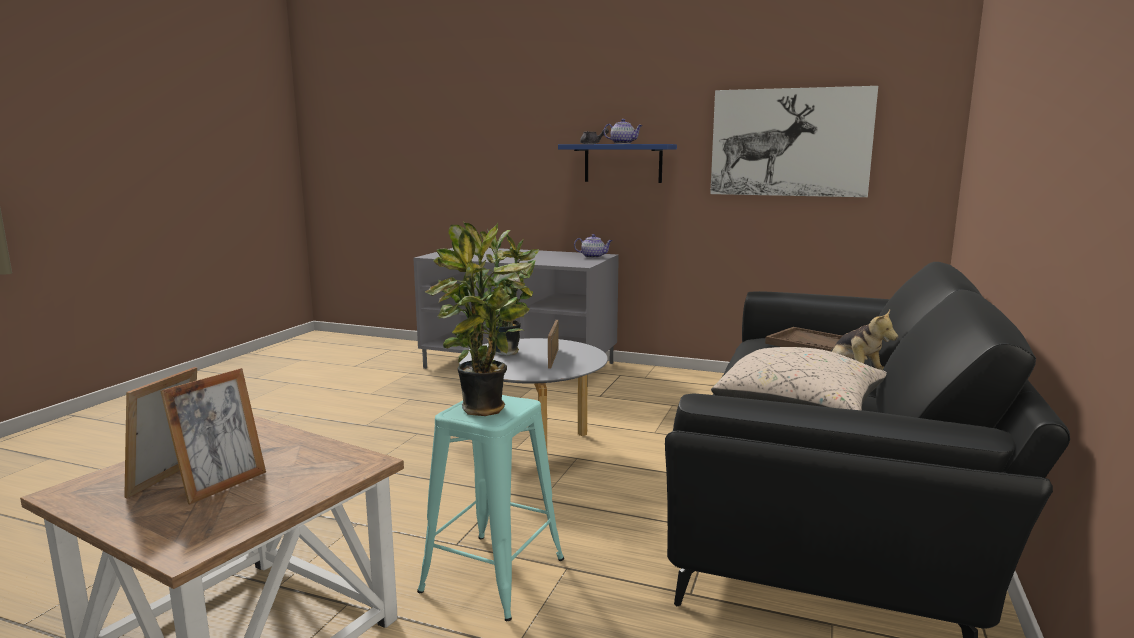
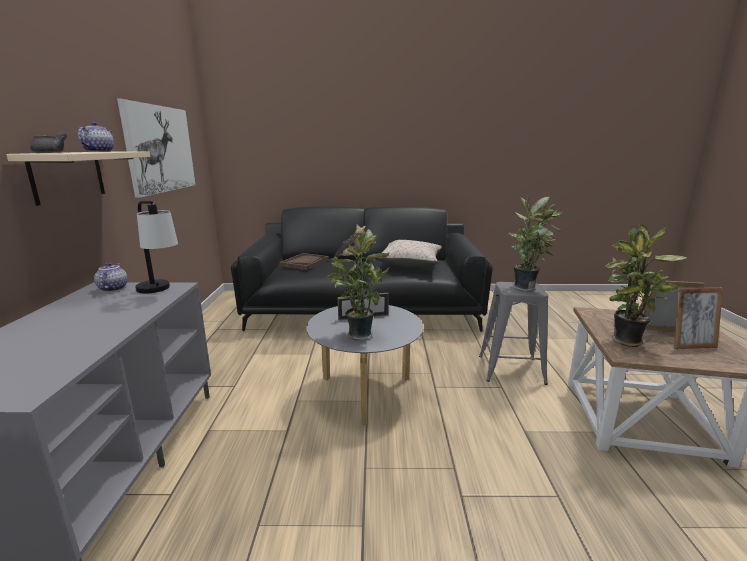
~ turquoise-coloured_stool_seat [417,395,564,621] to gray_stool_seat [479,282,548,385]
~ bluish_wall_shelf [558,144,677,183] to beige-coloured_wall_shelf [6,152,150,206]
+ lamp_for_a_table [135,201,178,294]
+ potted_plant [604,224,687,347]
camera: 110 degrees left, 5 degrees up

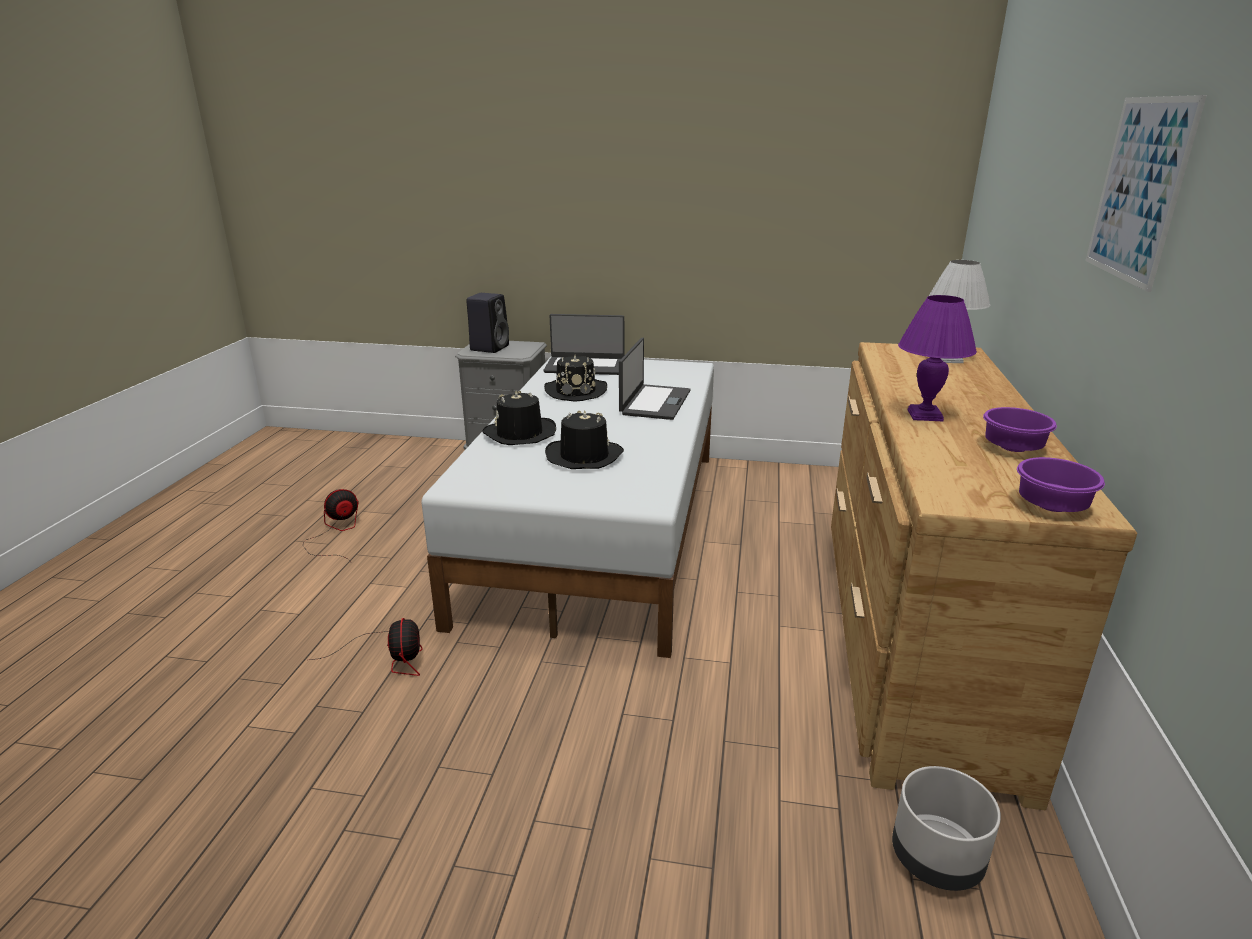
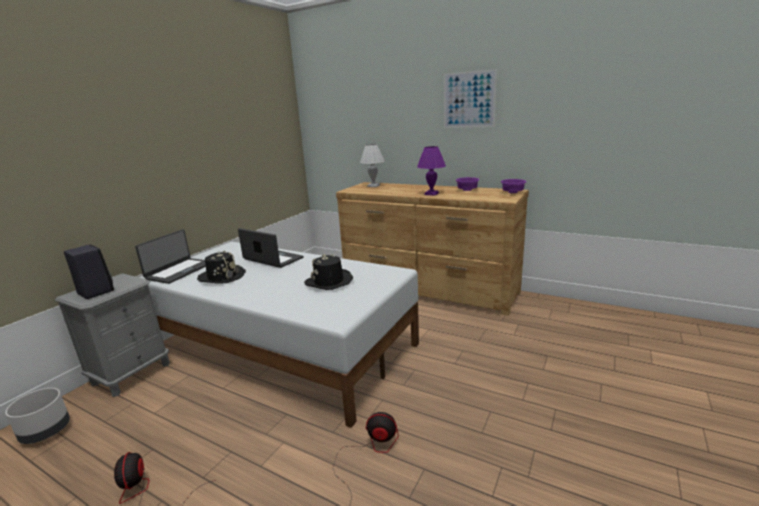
- black-coloured_wearable_hat [482,391,556,445]
~ gray_flower_pot [892,766,1001,891] to [5,388,70,444]
camera: 70 degrees left, 5 degrees down

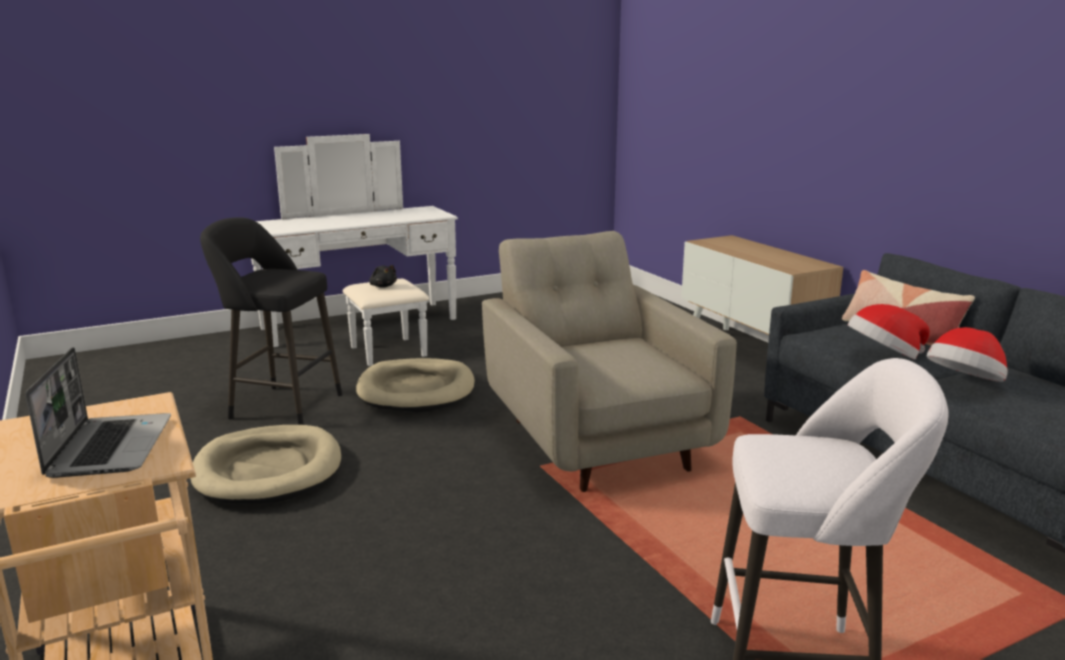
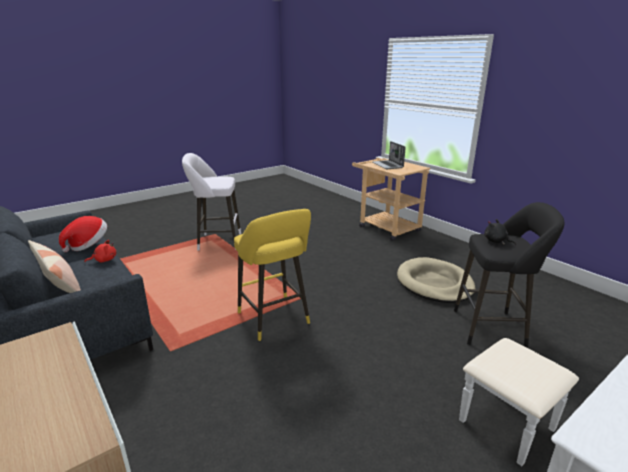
- beige-coloured_dog_cushion [356,358,475,412]
~ black-coloured_soft_toy [369,265,397,288] to [484,219,516,245]
~ beige-coloured_easy_chair [482,231,737,492] to yellow_stool_seat [234,209,311,341]
~ wearable_hat [848,304,930,360] to red_soft_toy [84,240,117,263]
camera: 170 degrees right, 5 degrees up

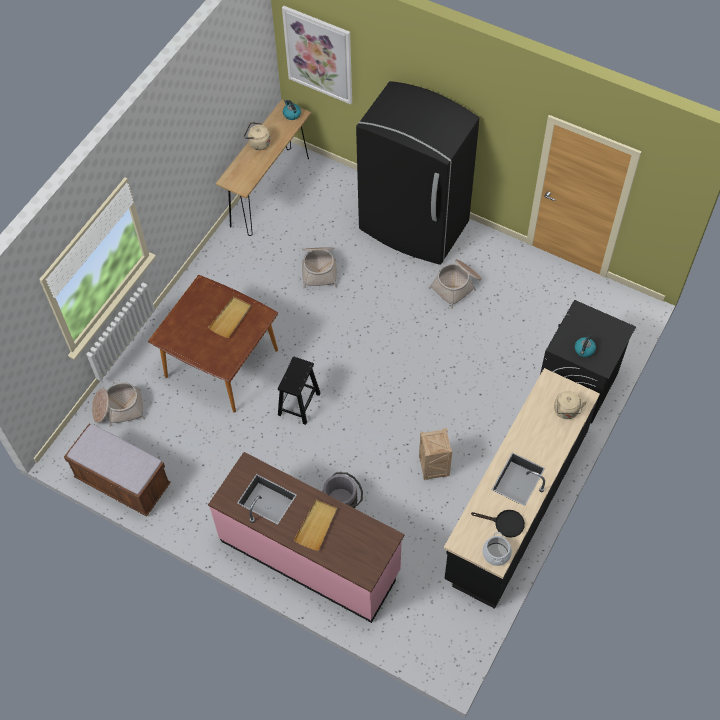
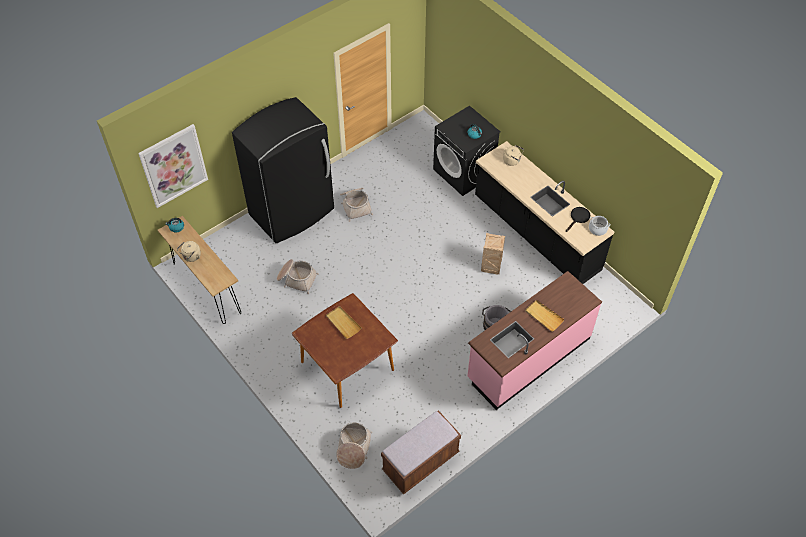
- black-coloured_stool_seat [278,357,321,425]
camera: 70 degrees left, 5 degrees down

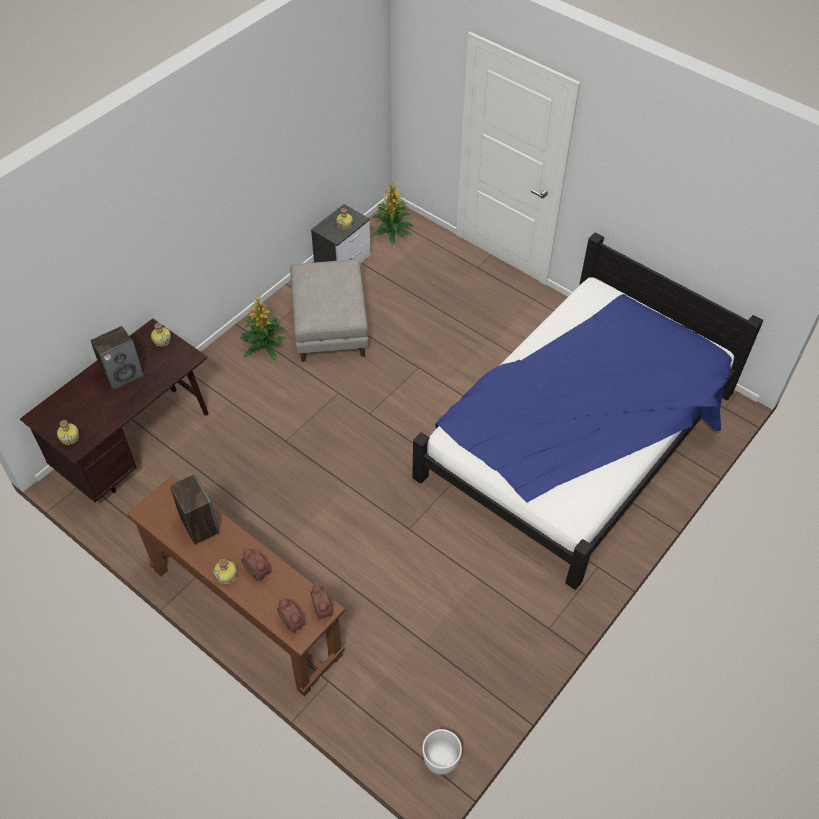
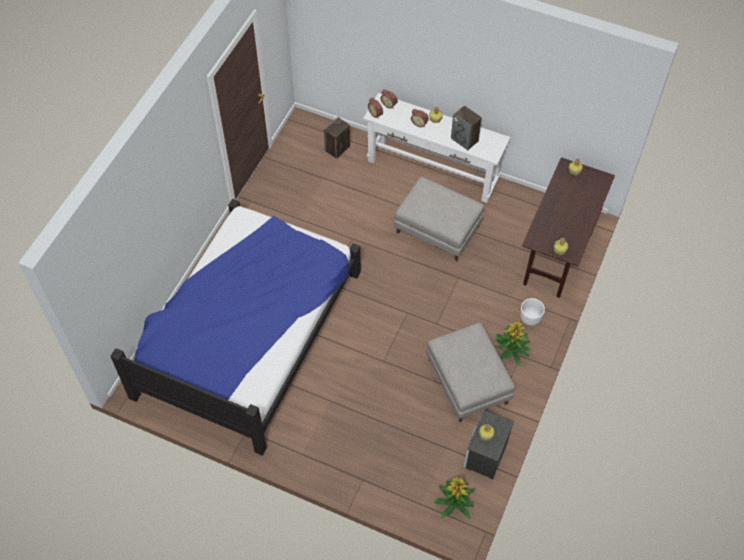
~ audio_speaker [90,326,144,390] to [324,117,350,159]
~ brown_hall_table [127,475,345,697] to white_hall_table [363,93,510,203]
~ white_flower_pot [422,729,462,775] to [520,298,545,326]
+ gray_pouffe [394,177,484,261]
camera: 165 degrees right, 5 degrees up

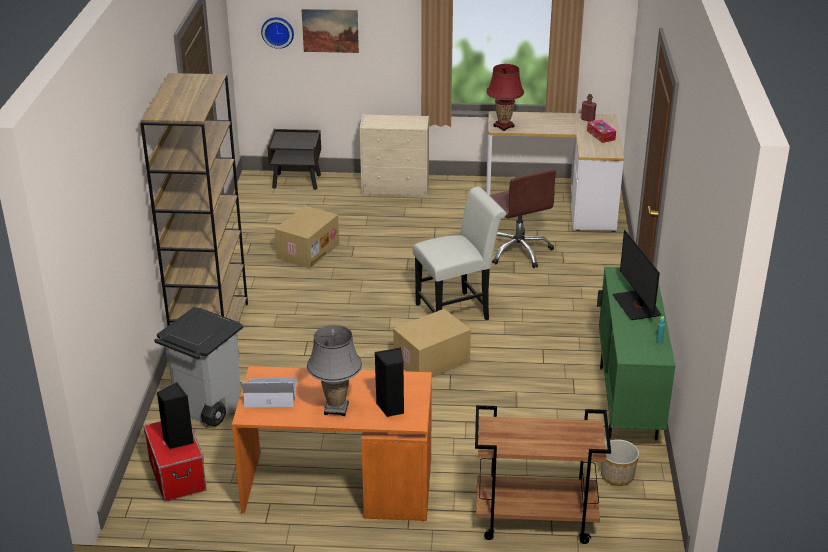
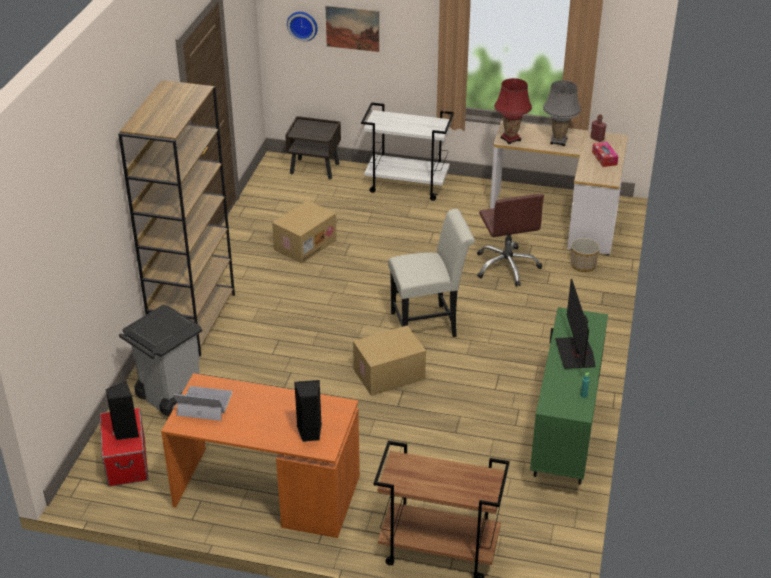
~ gray_lamp_for_a_table [307,325,362,416] to [543,80,581,146]
~ beige-coloured_dresser [360,114,429,197] to white_trolley [361,102,454,201]
~ flower_pot [601,439,639,486] to [571,238,600,272]
camera: 10 degrees right, 5 degrees up

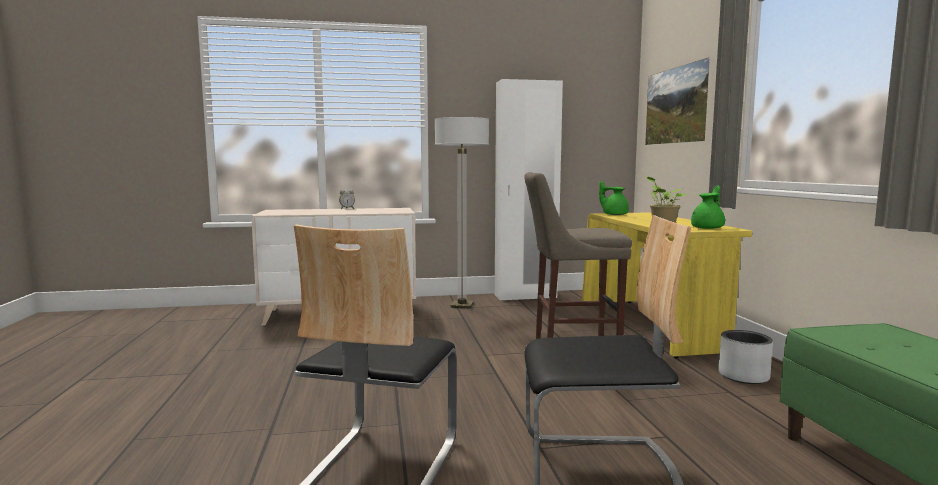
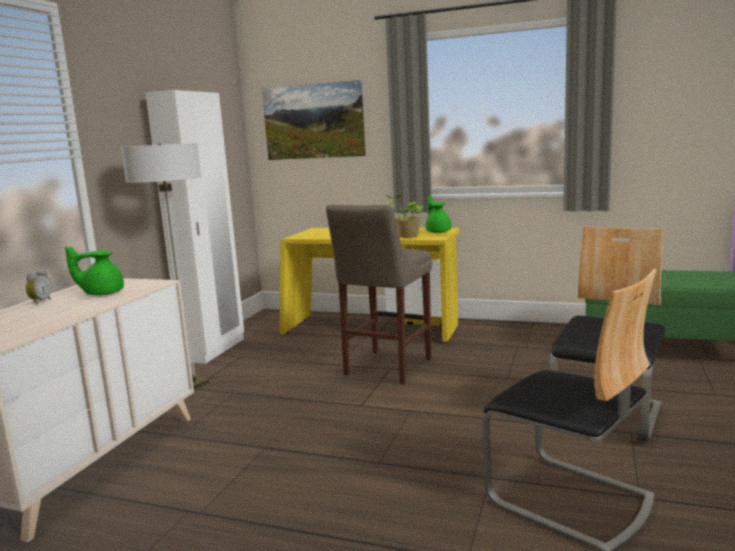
~ green_tea_pot [599,181,629,215] to [65,246,124,295]
- gray_flower_pot [718,330,773,384]
camera: 60 degrees left, 5 degrees up

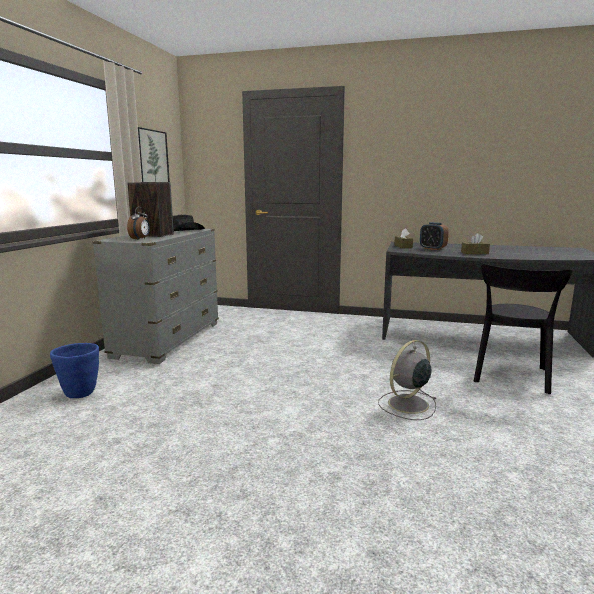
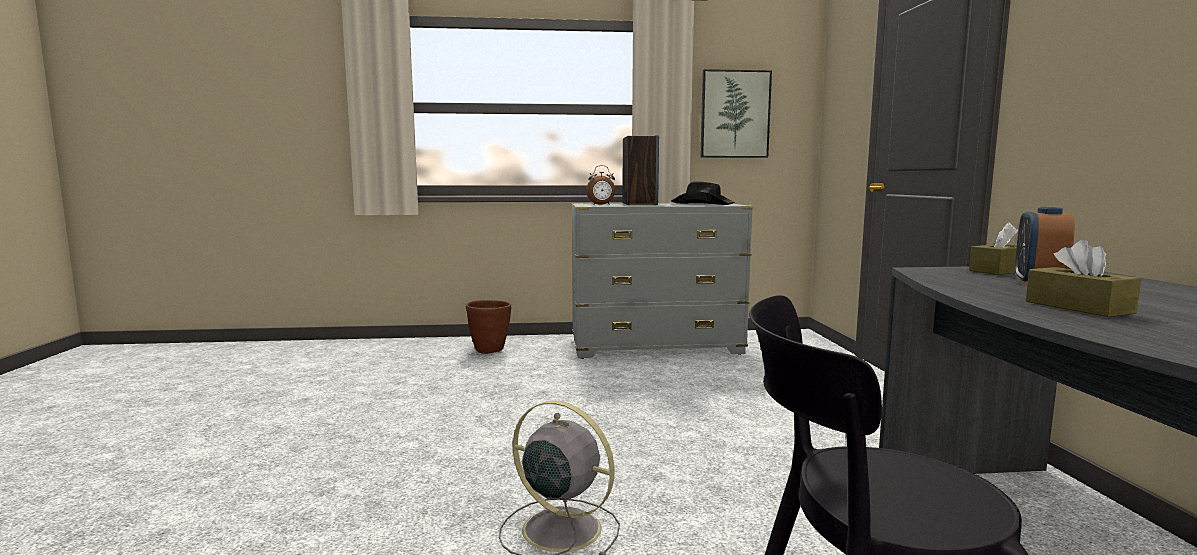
~ bluish_flower_pot [50,343,99,398] to brown_flower_pot [466,300,511,354]
camera: 70 degrees right, 5 degrees down

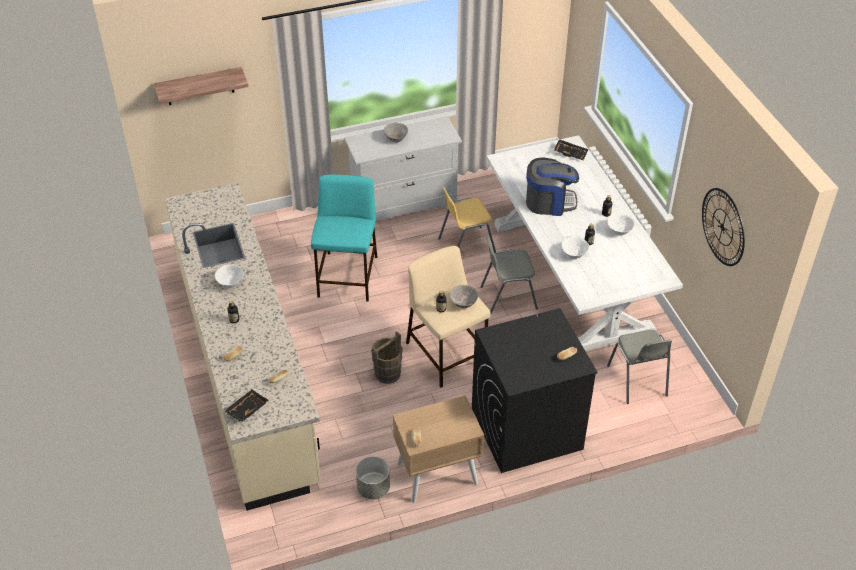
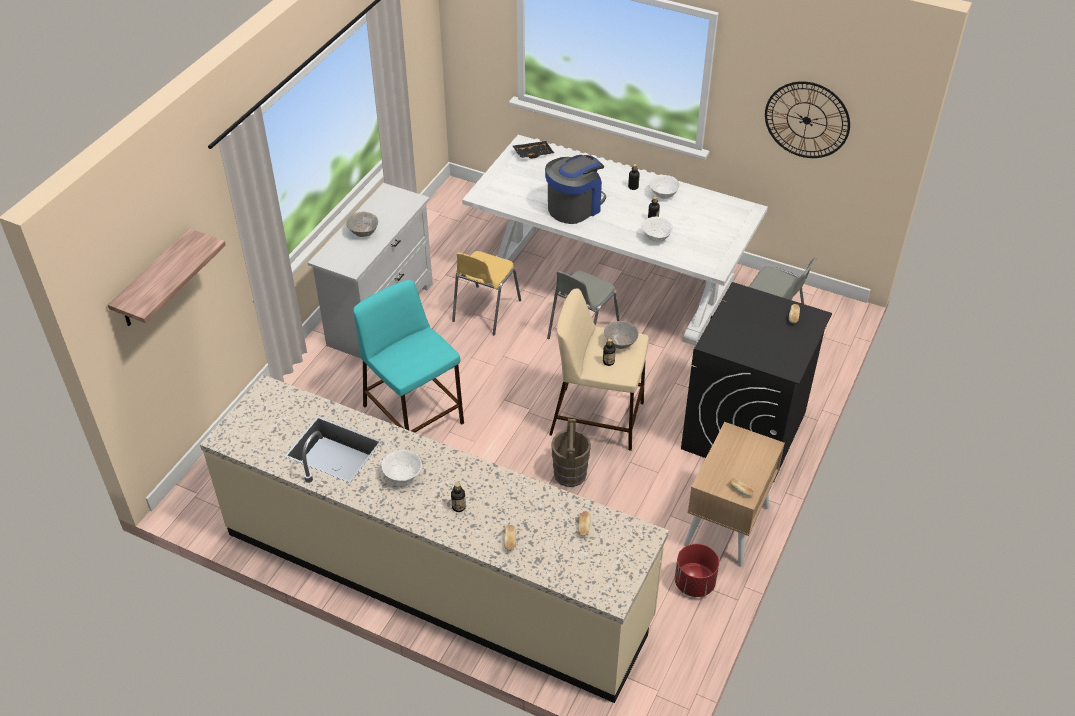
- black-coloured_carrying_tray [224,389,269,422]
~ gray_flower_pot [356,456,390,499] to red_flower_pot [675,544,719,597]
camera: 45 degrees left, 0 degrees up

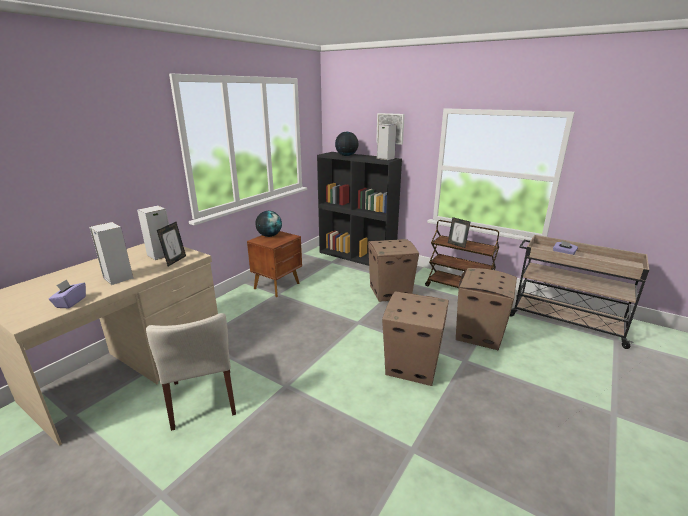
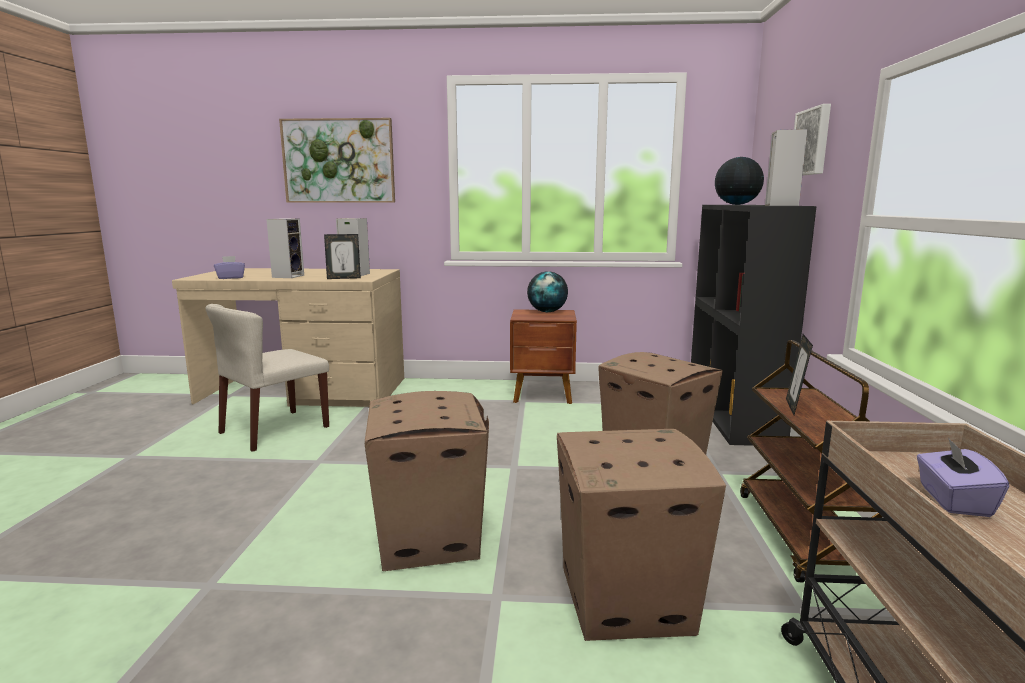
+ picture [279,118,395,203]
camera: 60 degrees right, 10 degrees down

